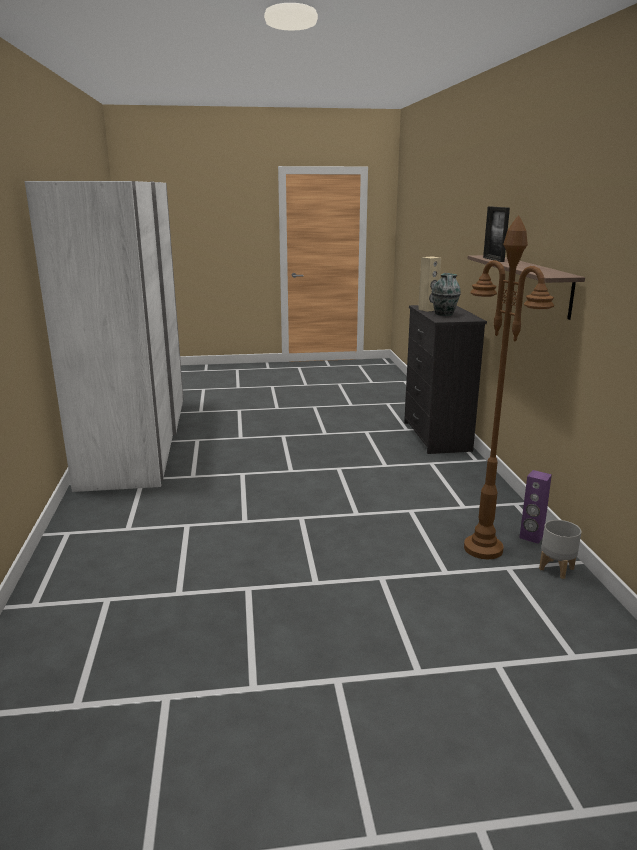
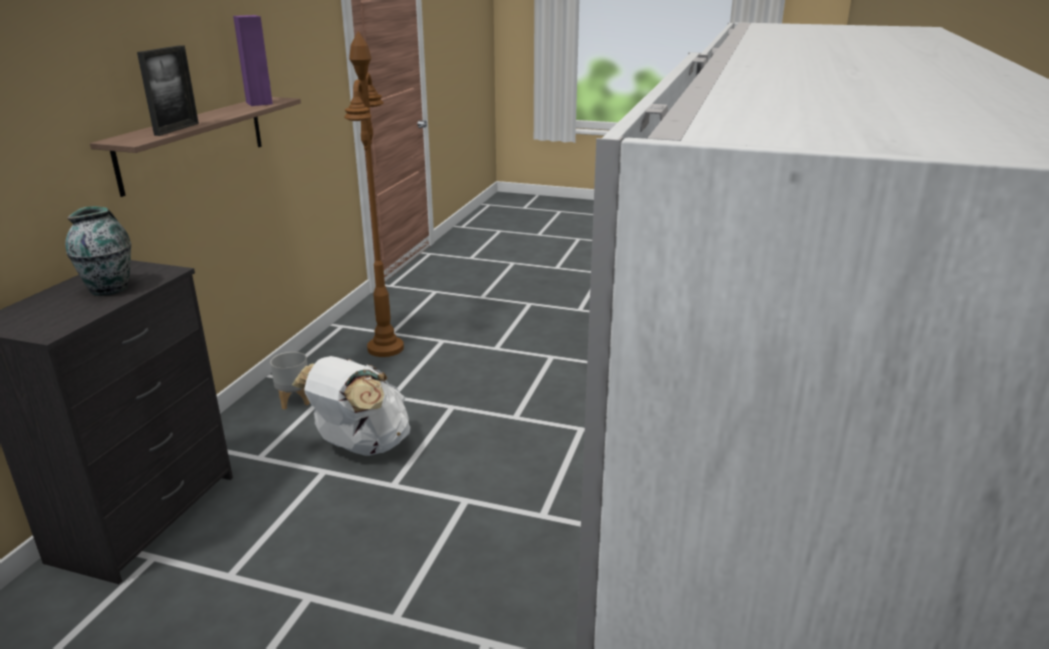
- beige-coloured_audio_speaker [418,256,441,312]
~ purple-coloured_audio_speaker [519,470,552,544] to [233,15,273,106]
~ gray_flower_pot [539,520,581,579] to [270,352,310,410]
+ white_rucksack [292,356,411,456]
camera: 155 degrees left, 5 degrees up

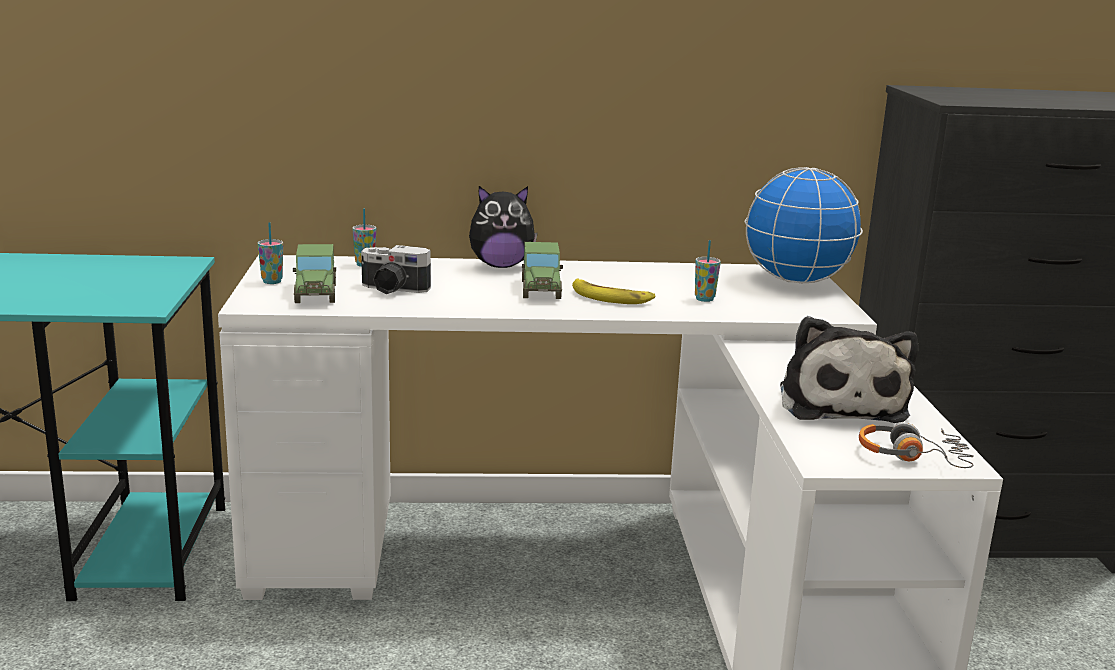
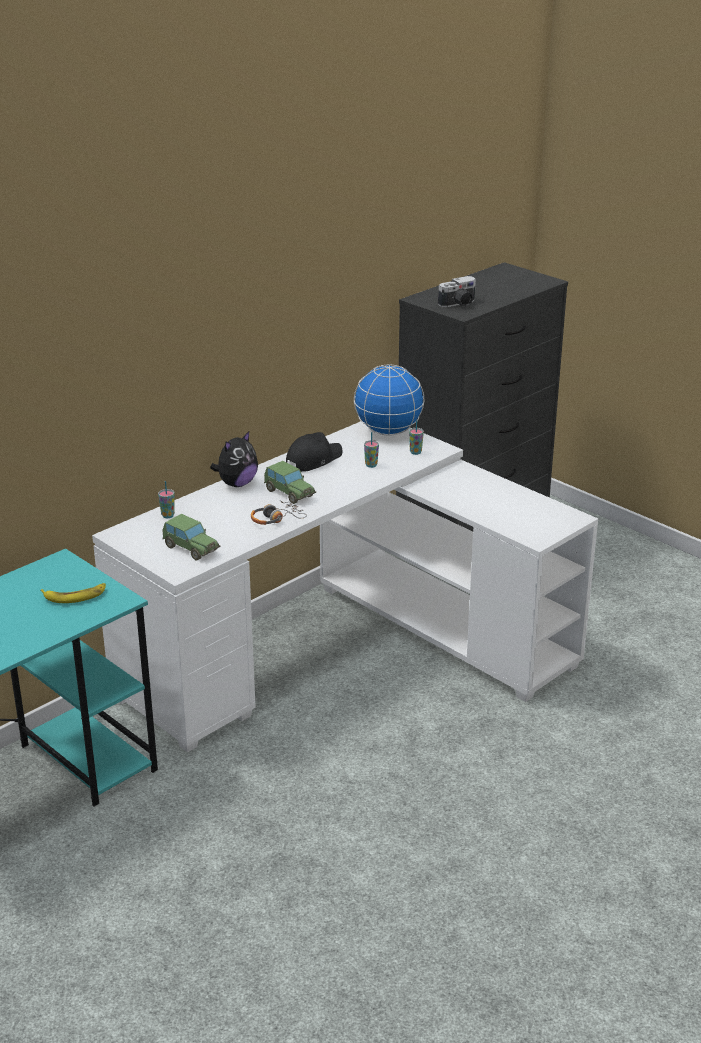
~ cup [258,222,283,284] to [409,420,424,455]
~ still_camera [361,245,431,294] to [438,276,476,307]
~ banana [572,278,656,304] to [41,583,106,603]
- soft_toy [780,316,918,423]
~ headphones [859,423,974,468] to [251,500,307,525]
+ black-coloured_baseball_cap [286,432,342,472]
camera: 40 degrees left, 10 degrees up

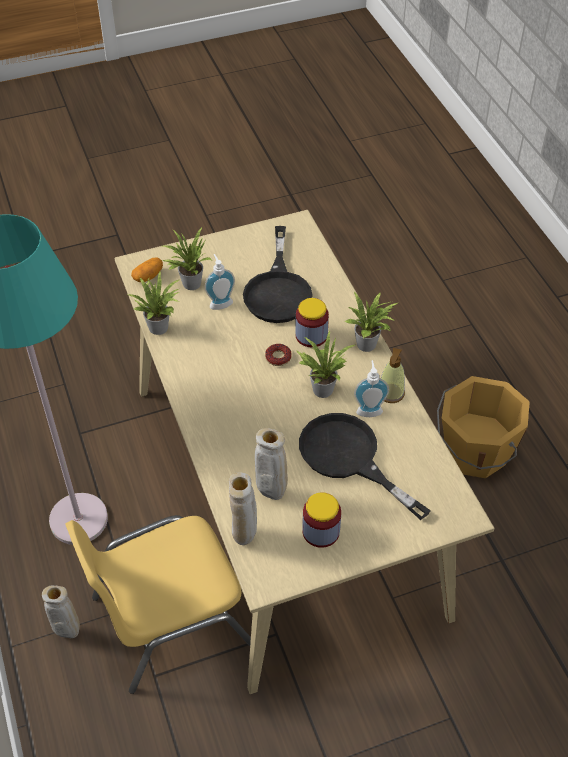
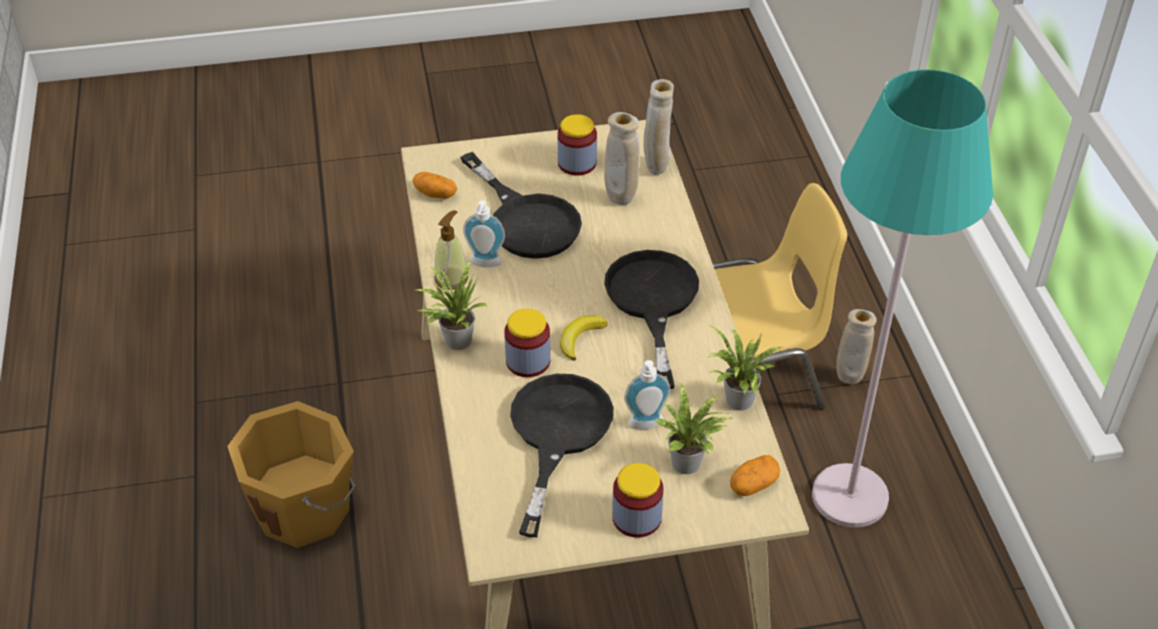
~ doughnut [265,344,292,366] to banana [560,315,607,361]
- potted_plant [296,330,355,398]
+ whole_potato [412,172,458,199]
+ black-coloured_skillet [604,250,699,389]
+ preserve_jar [612,463,664,538]
camera: 170 degrees left, 5 degrees down

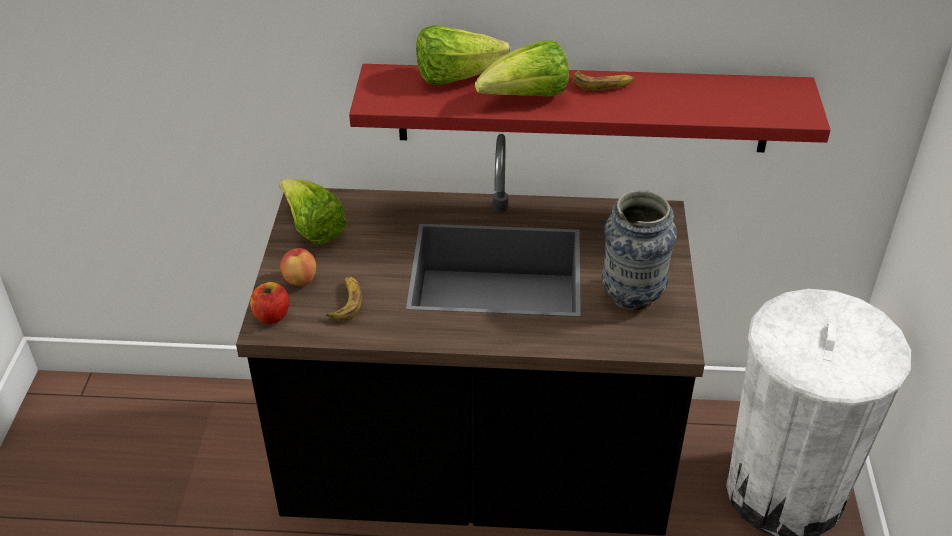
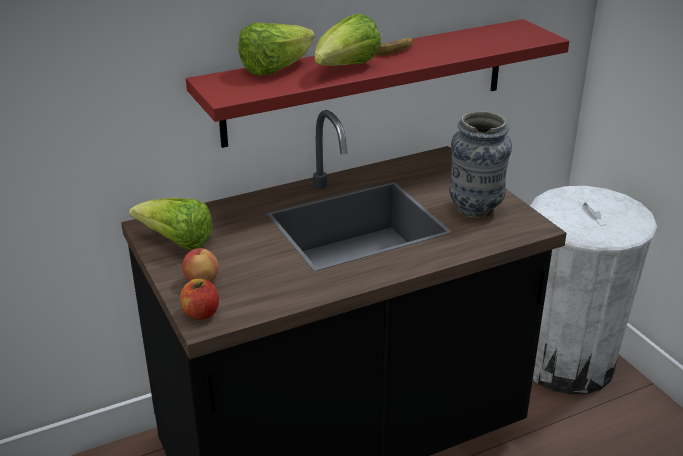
- banana [325,277,362,321]
camera: 30 degrees left, 10 degrees down

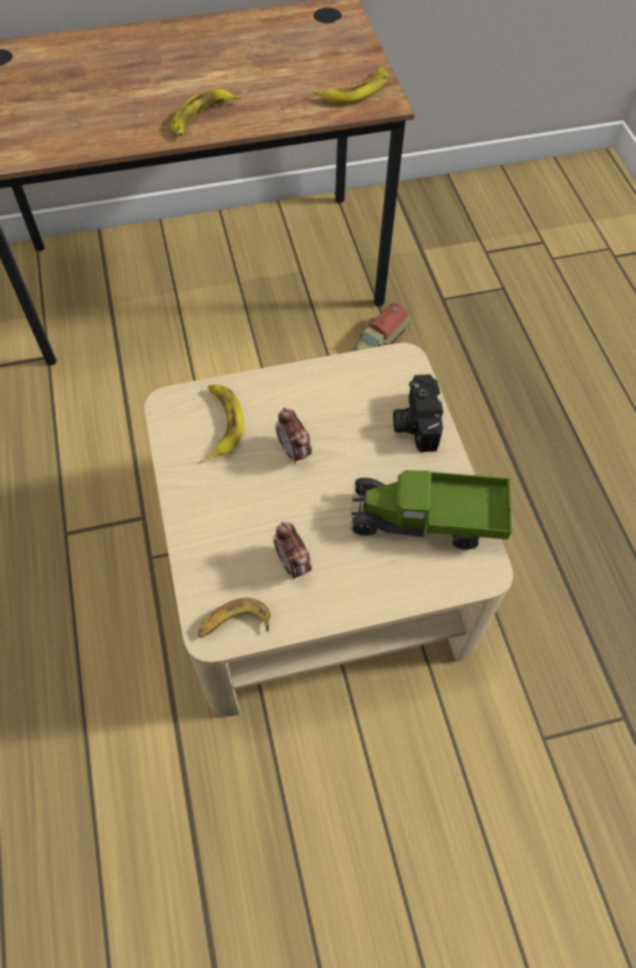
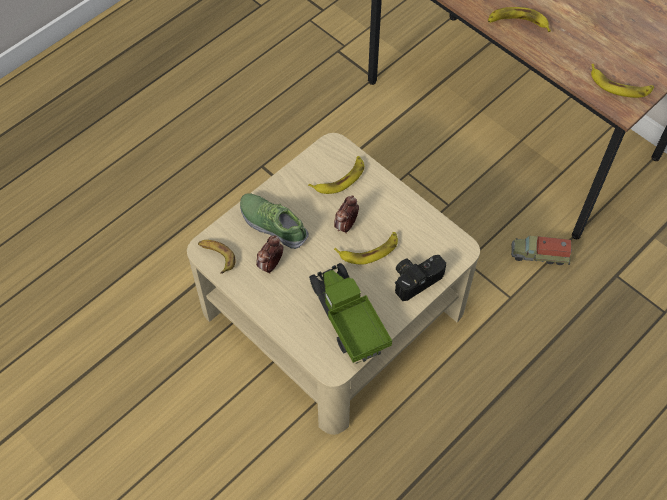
+ shoe [240,193,309,249]
+ banana [334,232,398,265]
camera: 60 degrees right, 0 degrees up

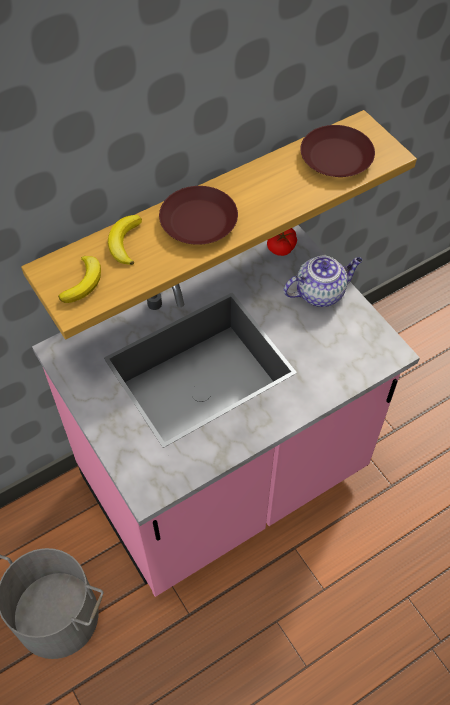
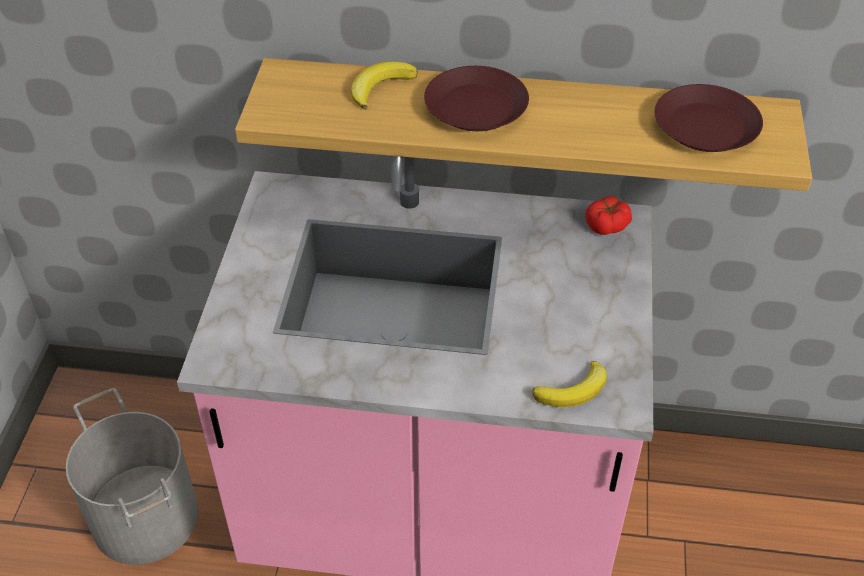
~ banana [58,256,101,303] to [533,361,607,407]
- tea_pot [283,256,362,307]
camera: 40 degrees right, 10 degrees down

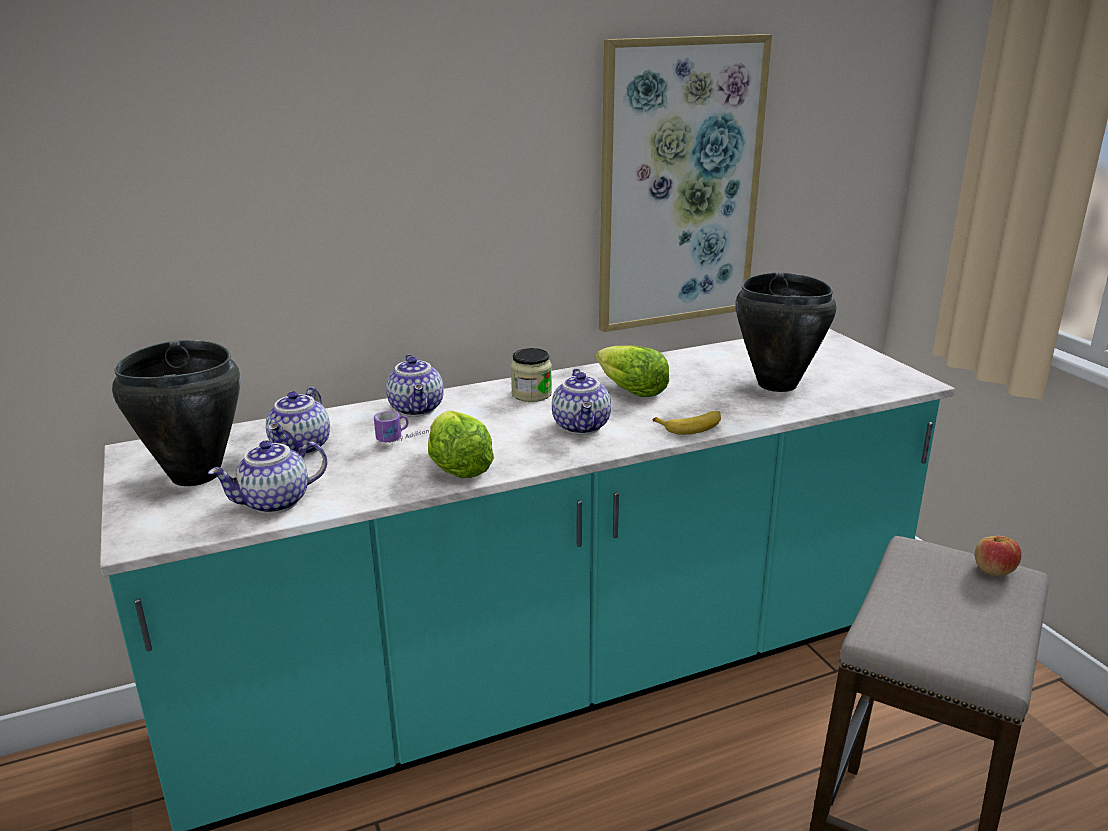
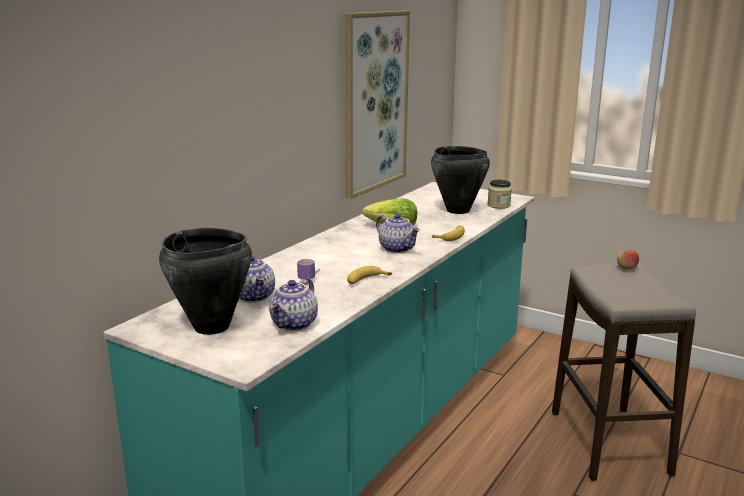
- tea_pot [386,354,444,417]
~ head_of_lettuce [428,410,494,478] to banana [347,266,392,284]
~ preserve_jar [511,348,552,402] to [488,180,512,209]
camera: 35 degrees left, 5 degrees down

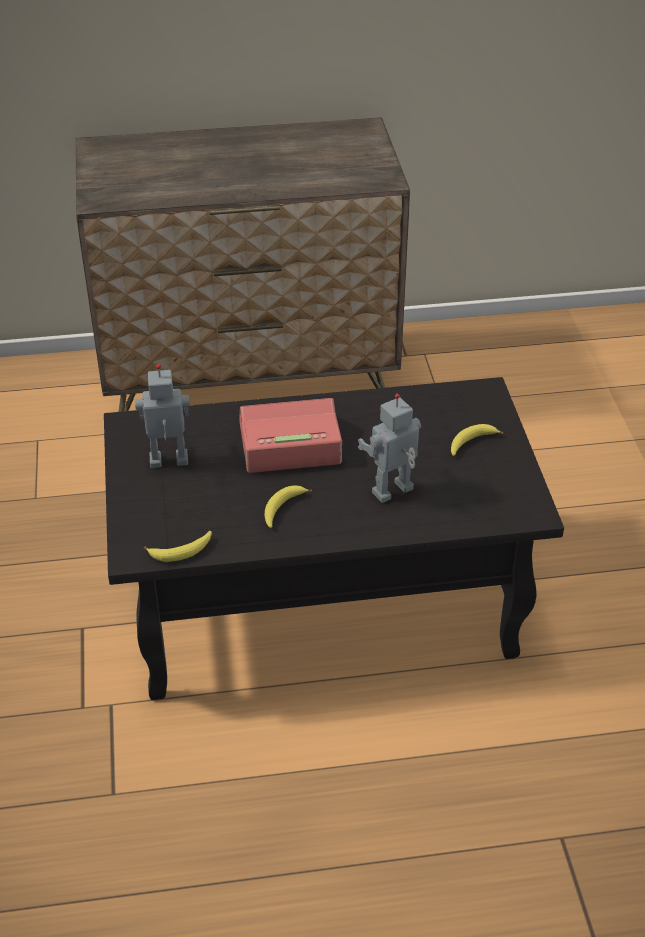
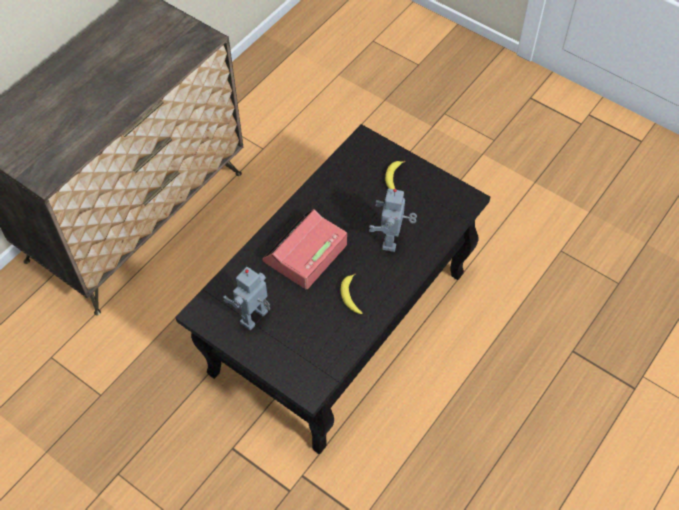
- banana [144,531,212,562]
camera: 45 degrees left, 15 degrees up

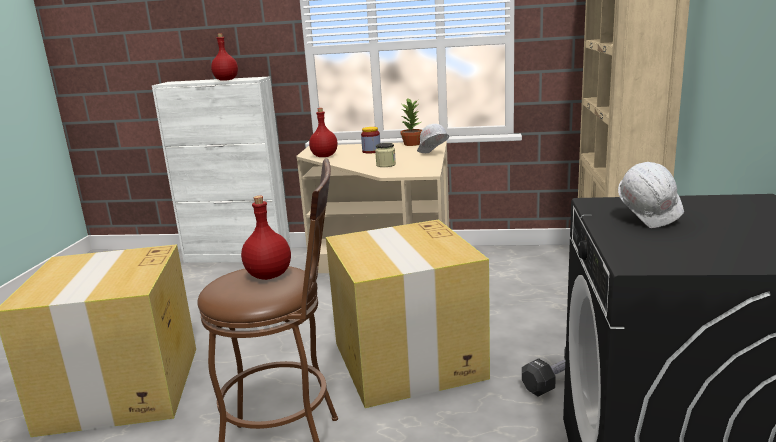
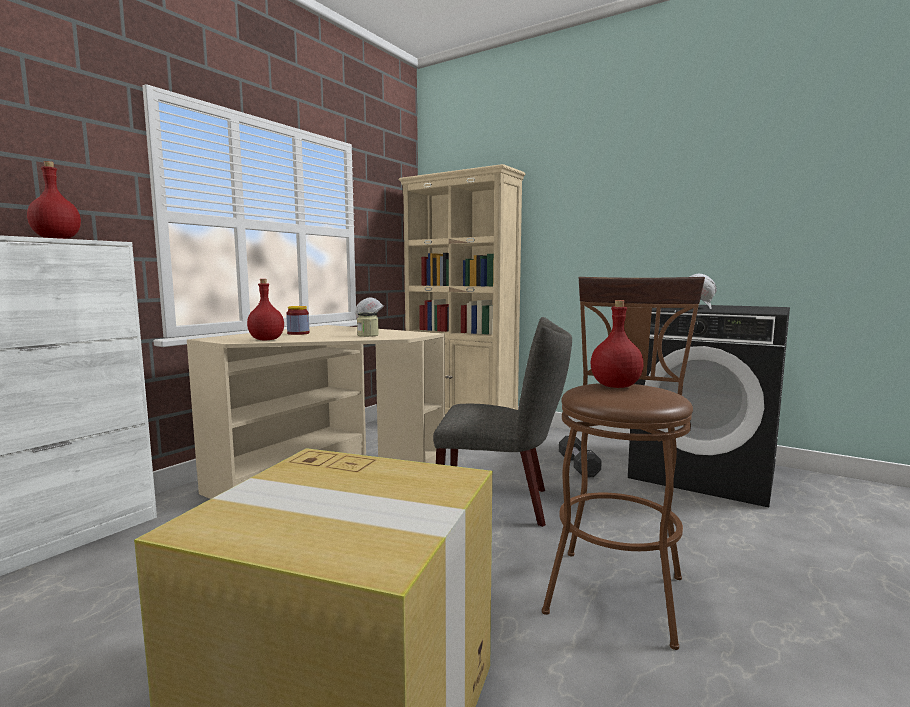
~ carton [326,219,490,408] to gray_upright_chair [433,317,572,527]
- potted_plant [400,99,422,146]
camera: 65 degrees left, 10 degrees down

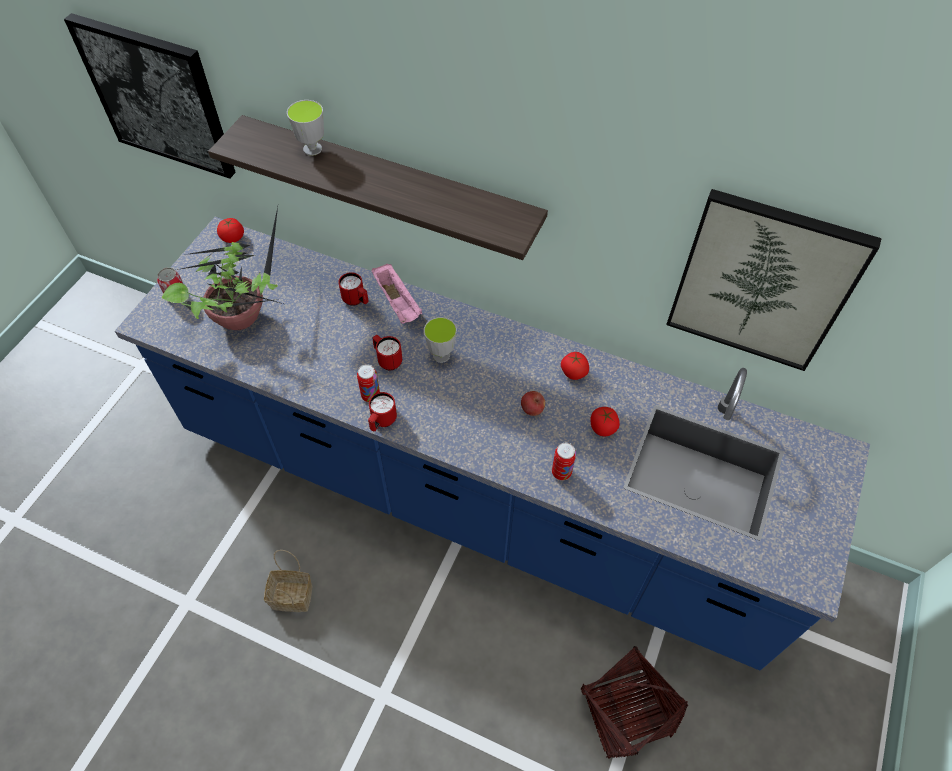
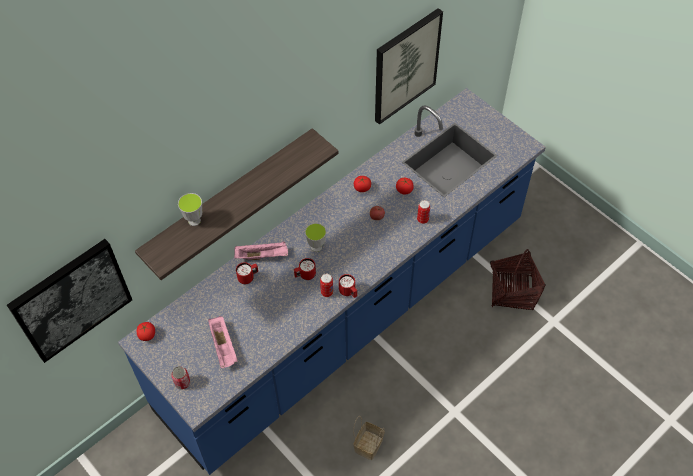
~ potted_plant [162,207,283,330] to pinkish_carrying_tray [208,316,237,368]
camera: 65 degrees left, 0 degrees up

